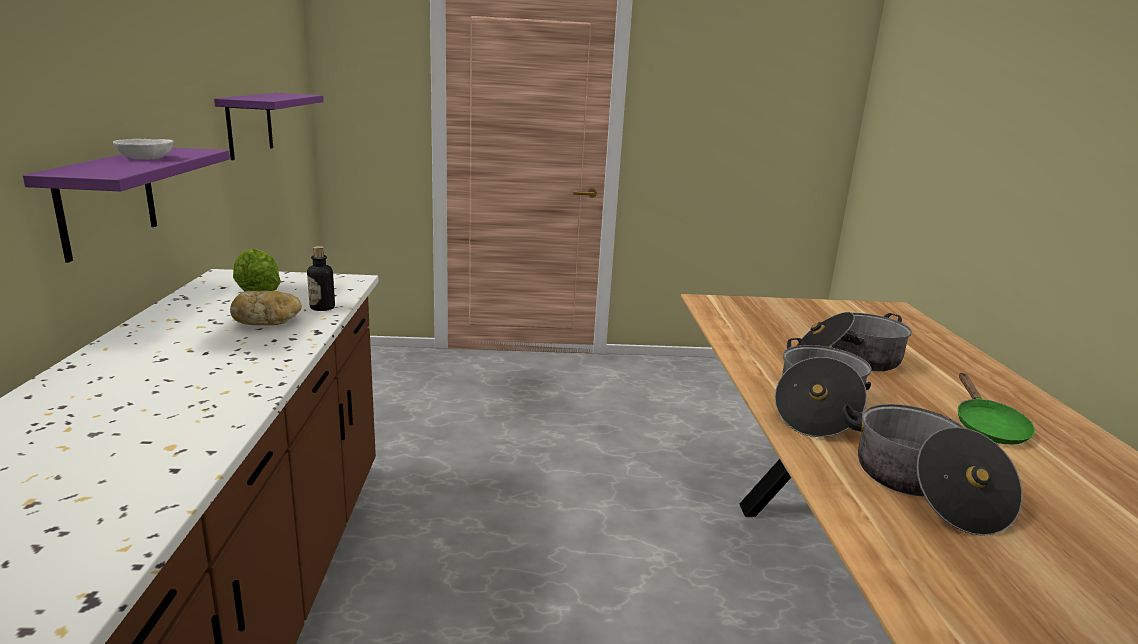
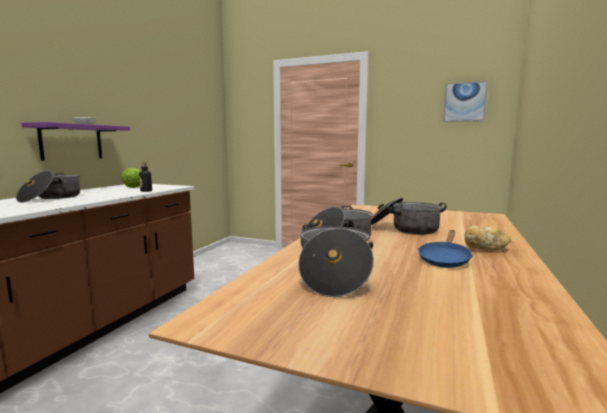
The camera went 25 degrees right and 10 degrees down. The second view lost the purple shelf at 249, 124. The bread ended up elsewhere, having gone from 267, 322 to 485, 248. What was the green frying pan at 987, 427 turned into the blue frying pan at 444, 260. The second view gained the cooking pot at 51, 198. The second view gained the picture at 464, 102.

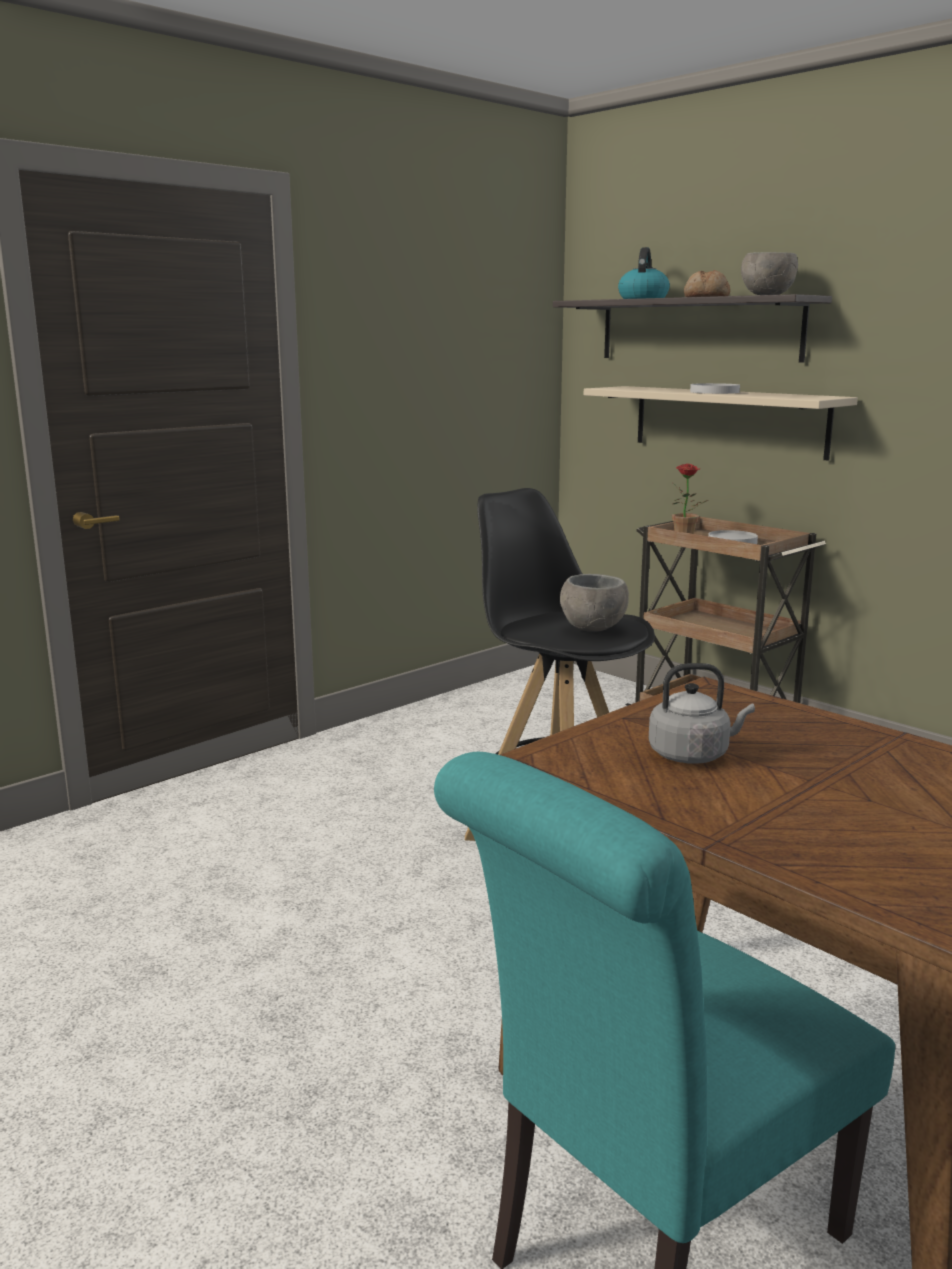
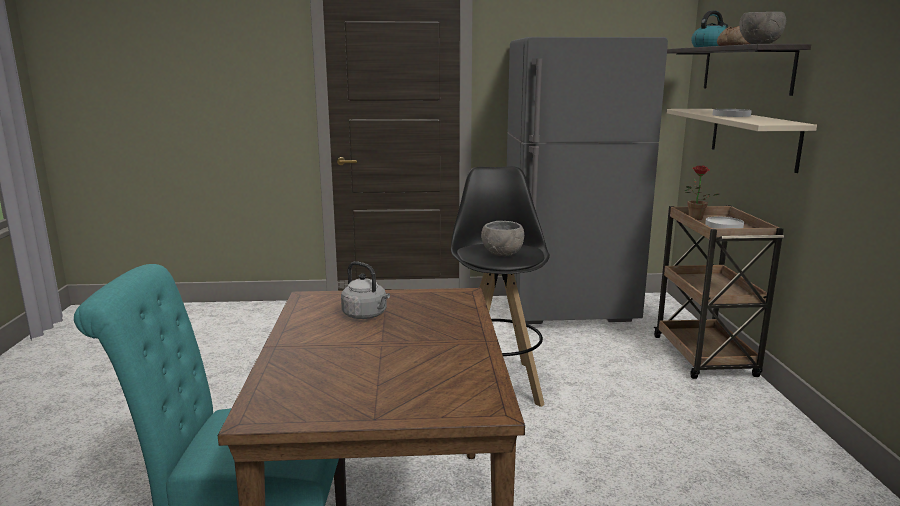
The camera went 40 degrees right and 0 degrees up. The second view gained the grey fridge at 569, 312.

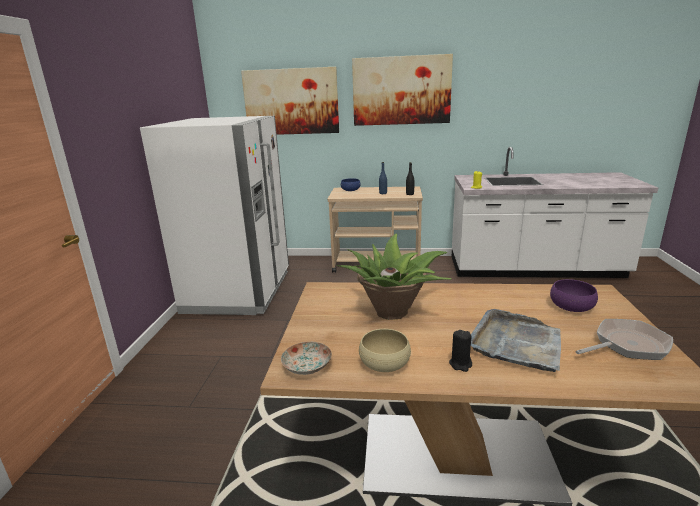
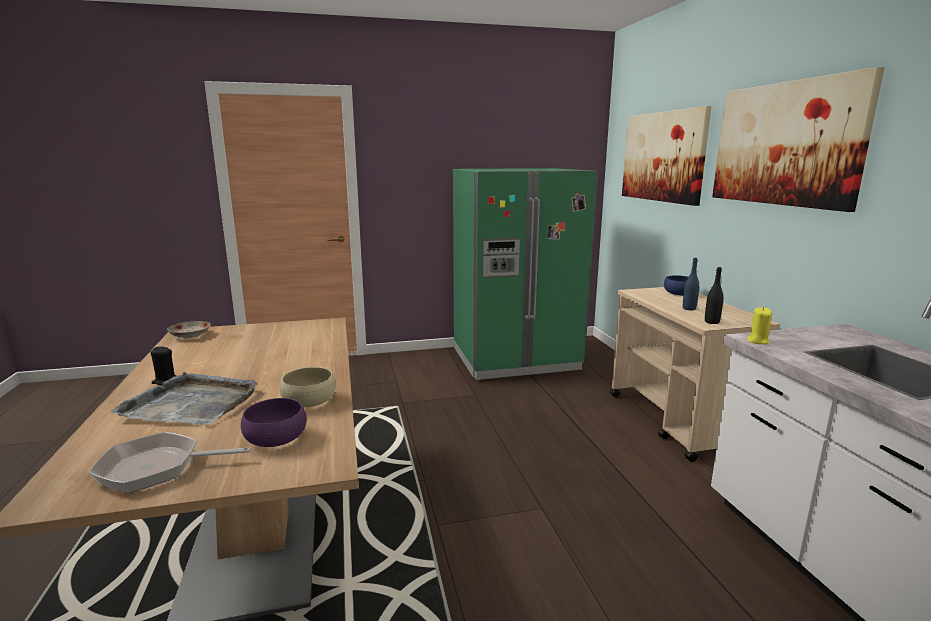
The camera went 70 degrees right and 5 degrees down. What was the white fridge at 239, 291 turned into the green fridge at 515, 359. The second view lost the potted plant at 393, 311. The beige bowl ended up elsewhere, having gone from 384, 363 to 309, 401. The frying pan at 627, 345 ended up facing another way, 120 degrees clockwise from before.

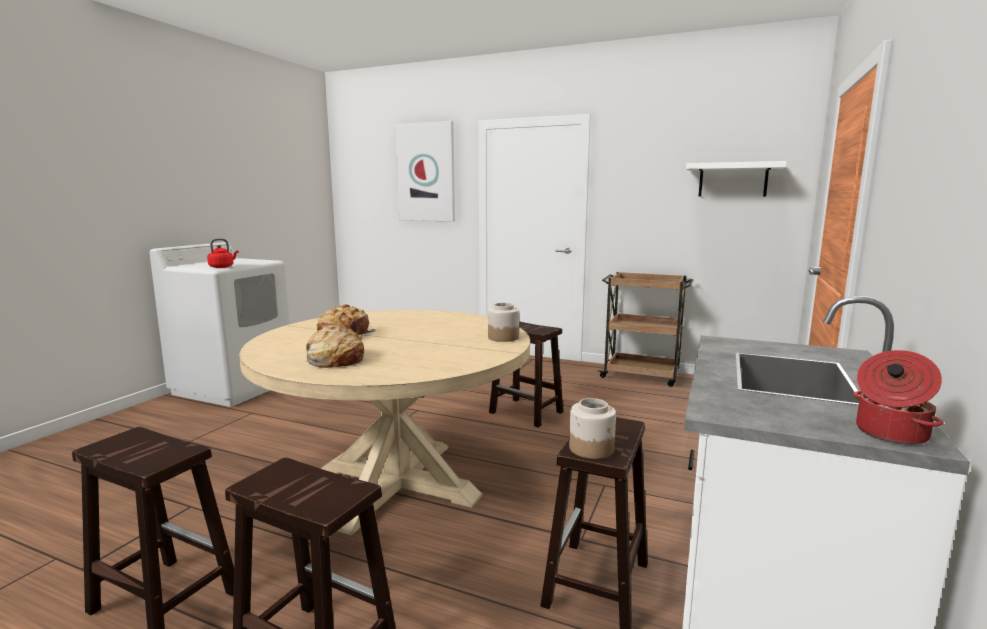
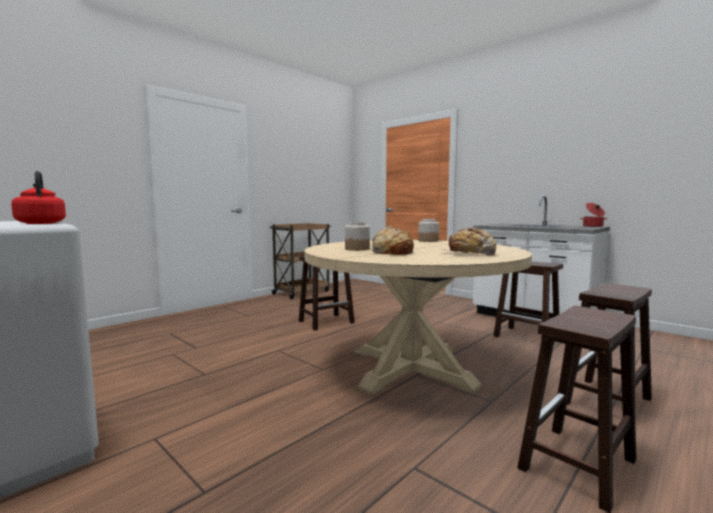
The camera went 70 degrees left and 5 degrees down. The second view lost the picture at 426, 172. The jar ended up elsewhere, having gone from 592, 449 to 357, 249. The second view lost the white shelf at 733, 180.

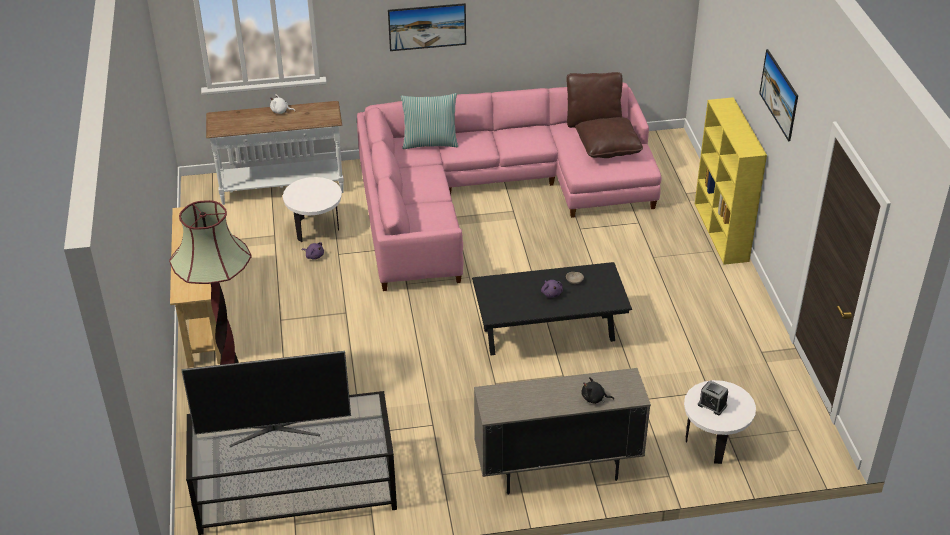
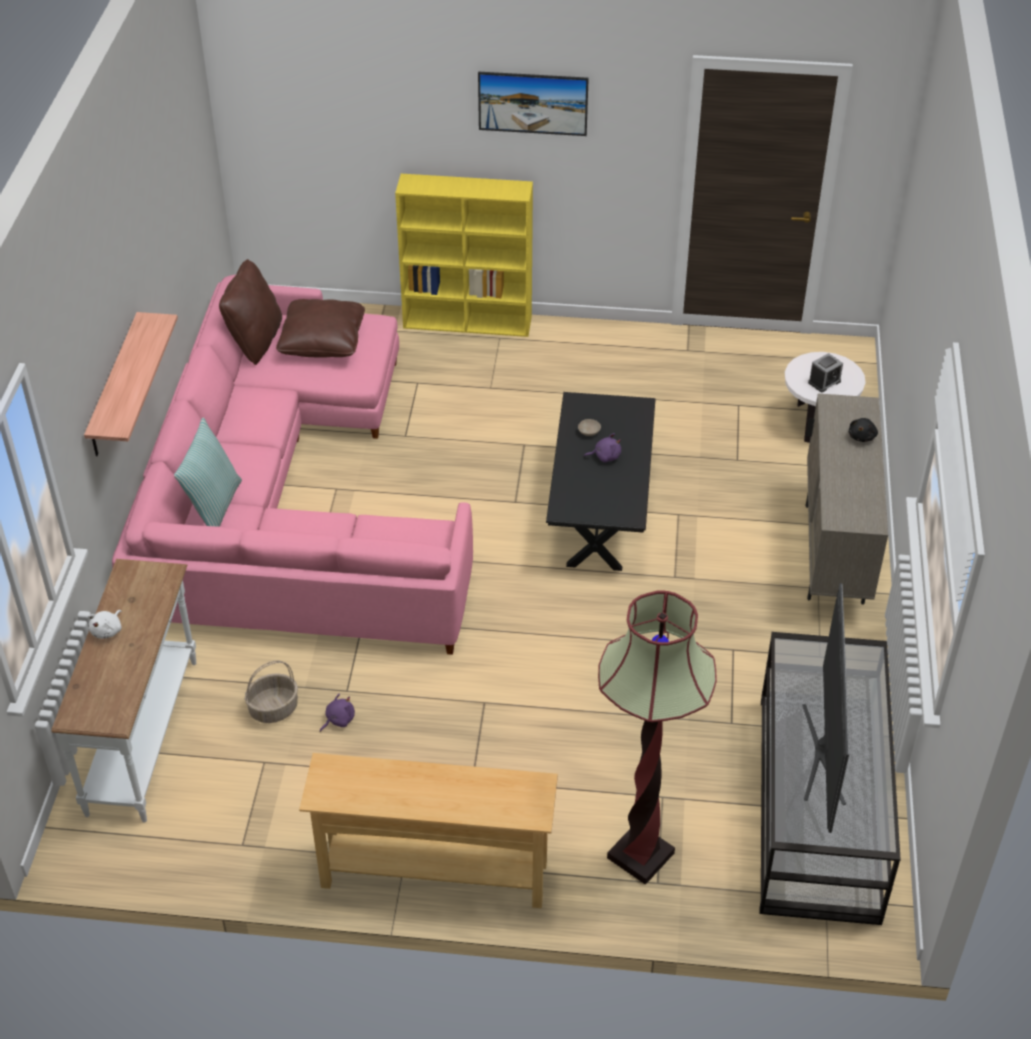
The camera went 75 degrees left and 5 degrees up. Where the white side table stood at 316, 229, the basket came to stand at 274, 708. Where the picture hung at 427, 37, the shelf came to hang at 114, 387.

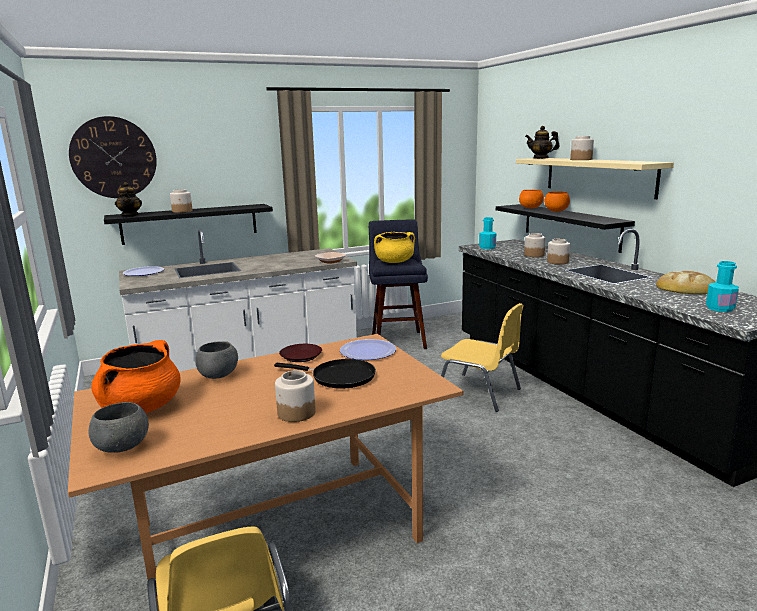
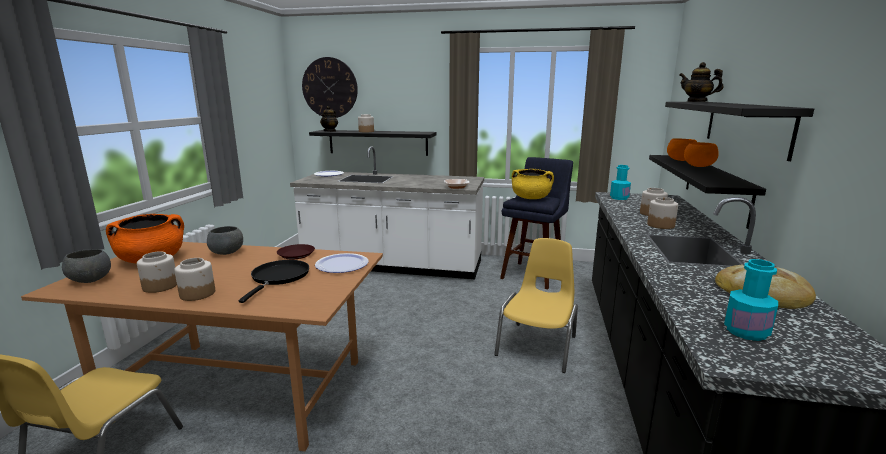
The camera went 35 degrees right and 0 degrees up. The black frying pan at 339, 377 ended up facing another way, 135 degrees counterclockwise from before. The yellow chair at 479, 393 ended up facing another way, 135 degrees counterclockwise from before. What was the beige shelf at 598, 176 turned into the black shelf at 745, 126. The jar ended up elsewhere, having gone from 581, 159 to 160, 286.

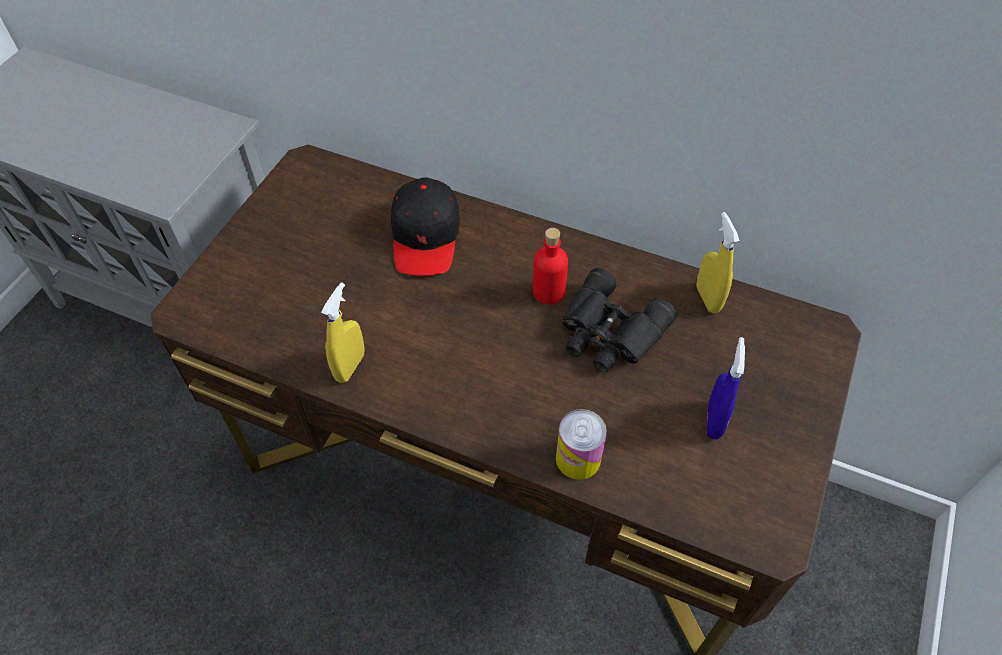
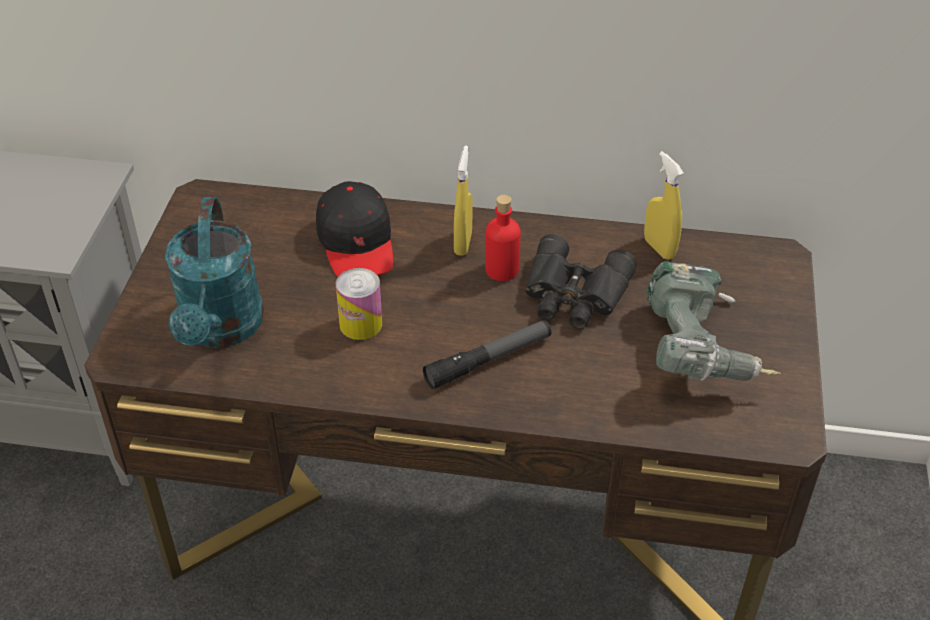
The camera went 15 degrees left and 10 degrees down. The yellow spray bottle ended up elsewhere, having gone from 350, 367 to 463, 243. The can ended up elsewhere, having gone from 578, 459 to 361, 324. Where the blue spray bottle stood at 714, 421, the power drill came to stand at 701, 349. The second view gained the turquoise watering can at 220, 330. The second view gained the flashlight at 488, 360.

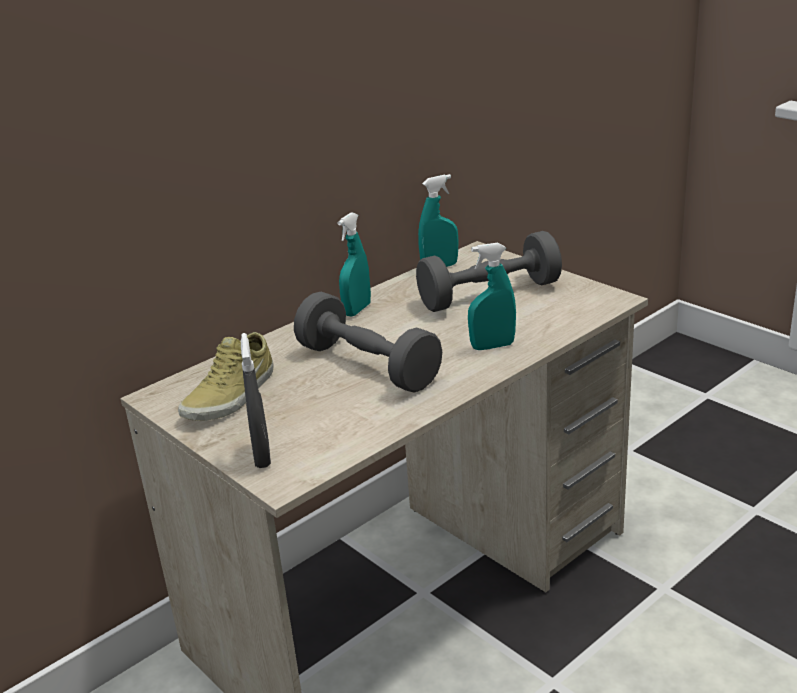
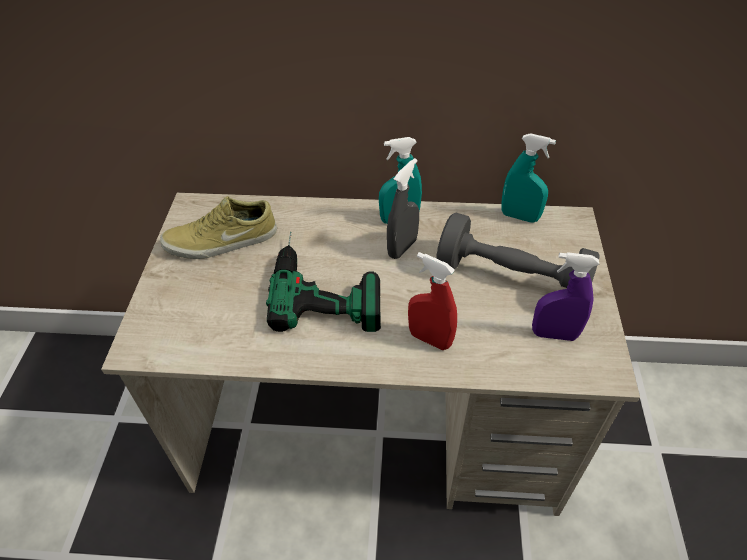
The camera went 45 degrees right and 20 degrees up. The grey spray bottle ended up elsewhere, having gone from 262, 456 to 402, 248. Where the grey dumbbell stood at 368, 366, the power drill came to stand at 325, 283. What was the turquoise spray bottle at 492, 346 turned into the red spray bottle at 430, 339. The second view gained the purple spray bottle at 554, 334.

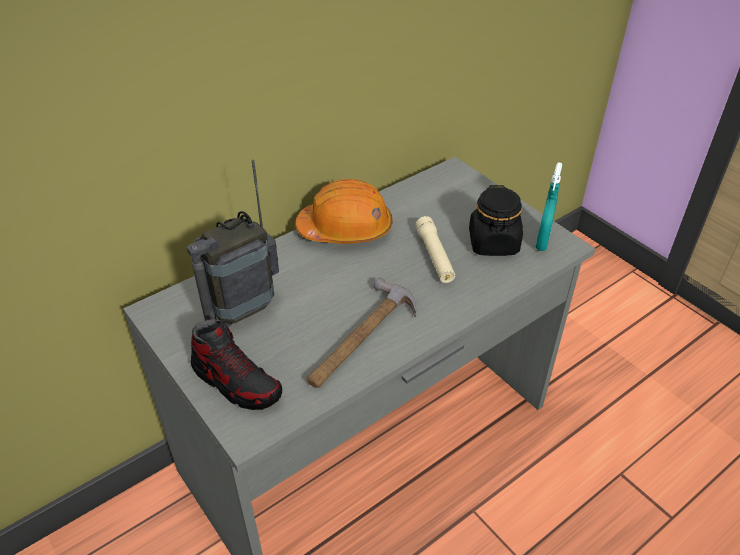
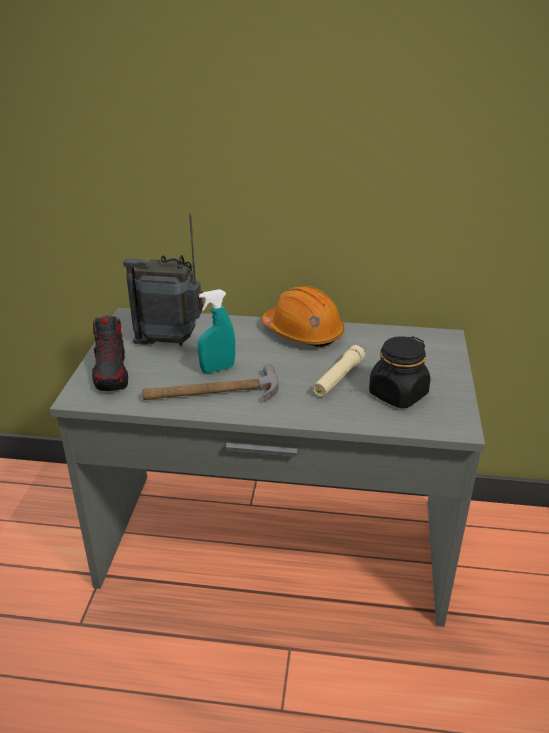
The camera went 45 degrees right and 10 degrees down. The turquoise spray bottle ended up elsewhere, having gone from 542, 242 to 217, 369.

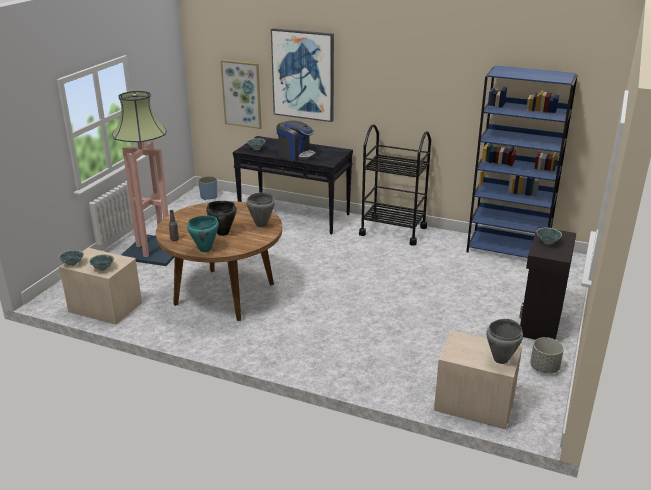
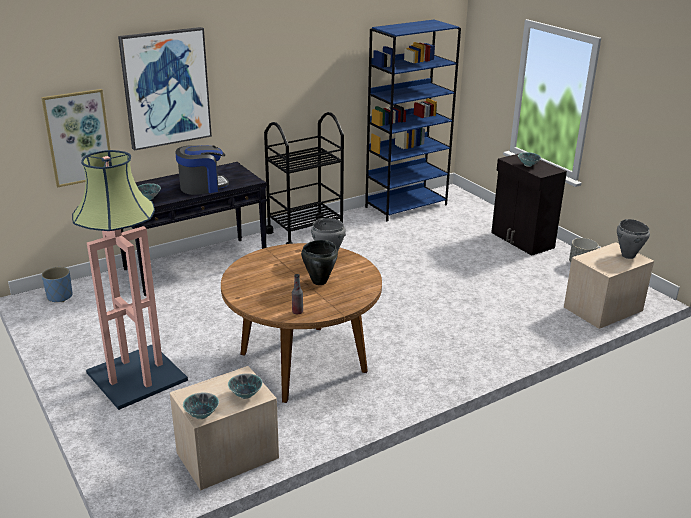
The camera went 55 degrees left and 0 degrees up. The second view lost the turquoise cooking pot at 205, 249.

